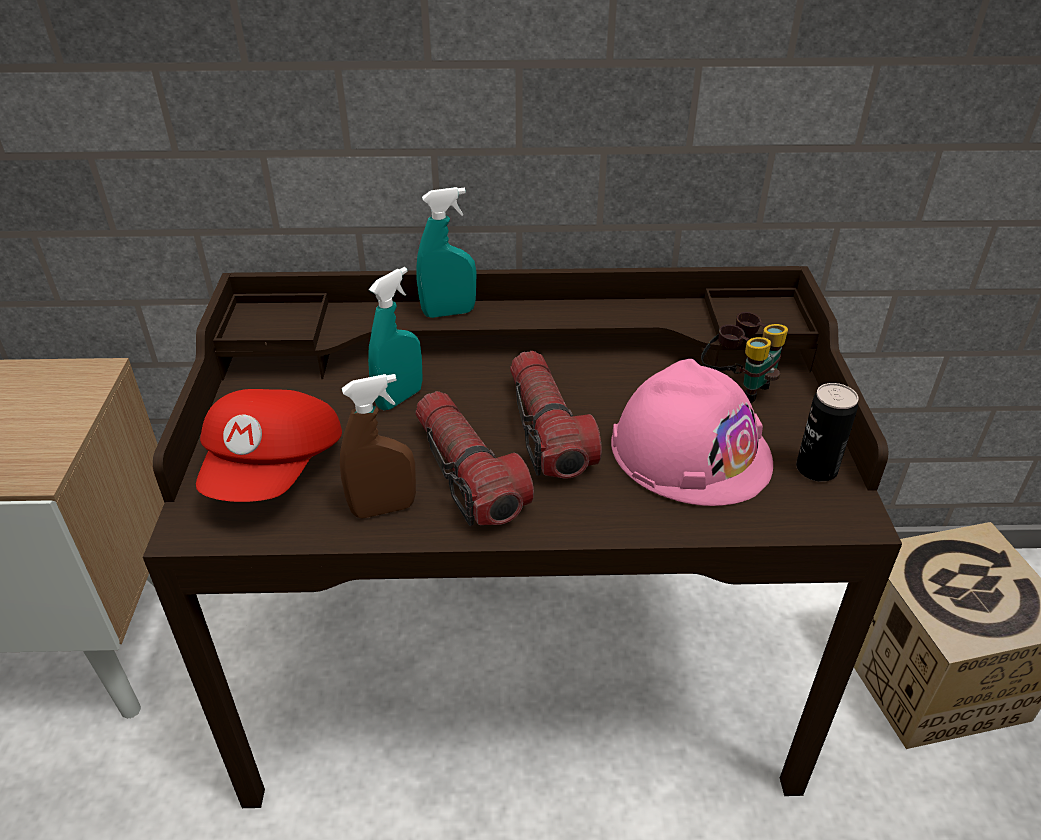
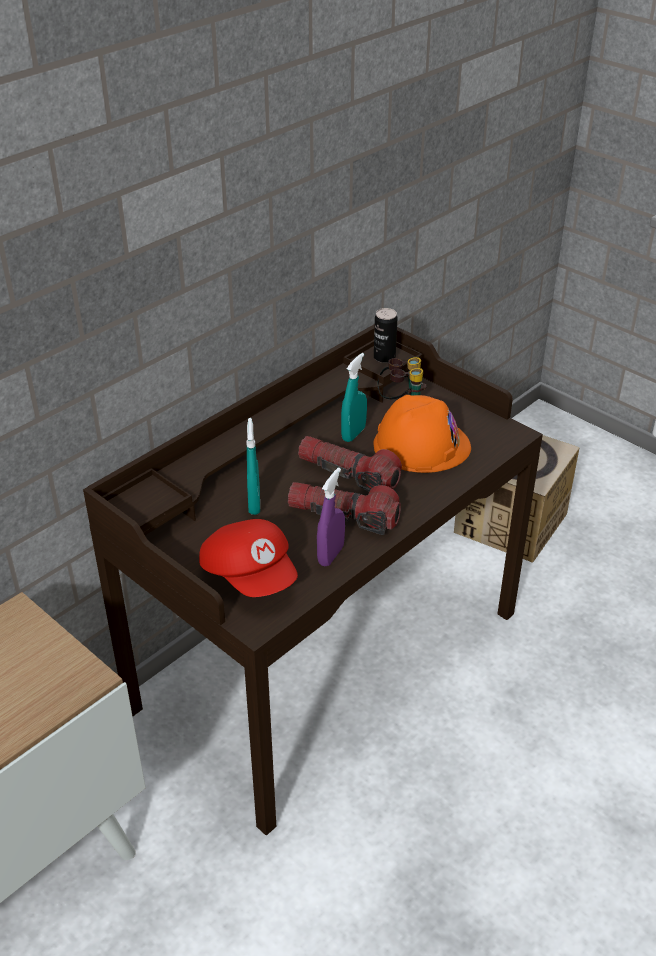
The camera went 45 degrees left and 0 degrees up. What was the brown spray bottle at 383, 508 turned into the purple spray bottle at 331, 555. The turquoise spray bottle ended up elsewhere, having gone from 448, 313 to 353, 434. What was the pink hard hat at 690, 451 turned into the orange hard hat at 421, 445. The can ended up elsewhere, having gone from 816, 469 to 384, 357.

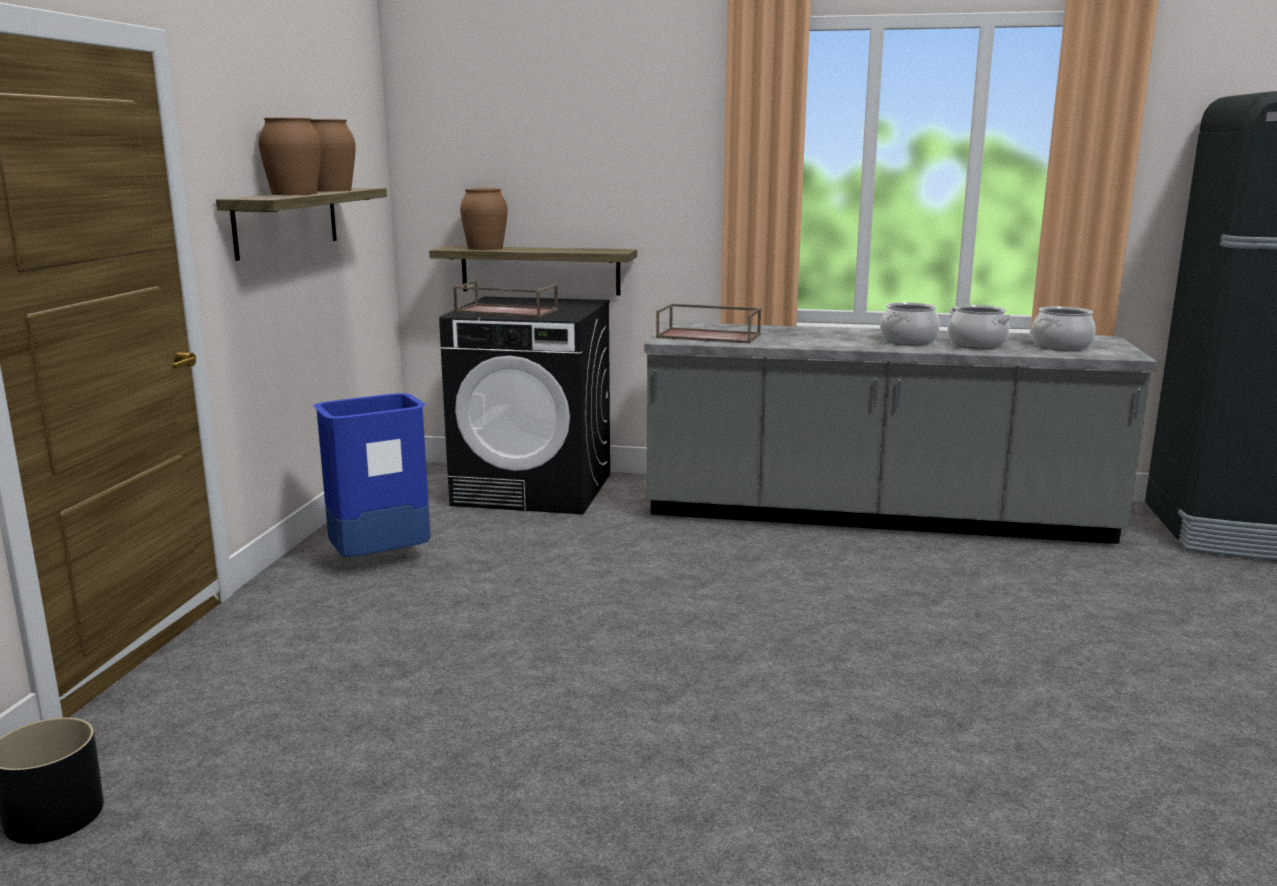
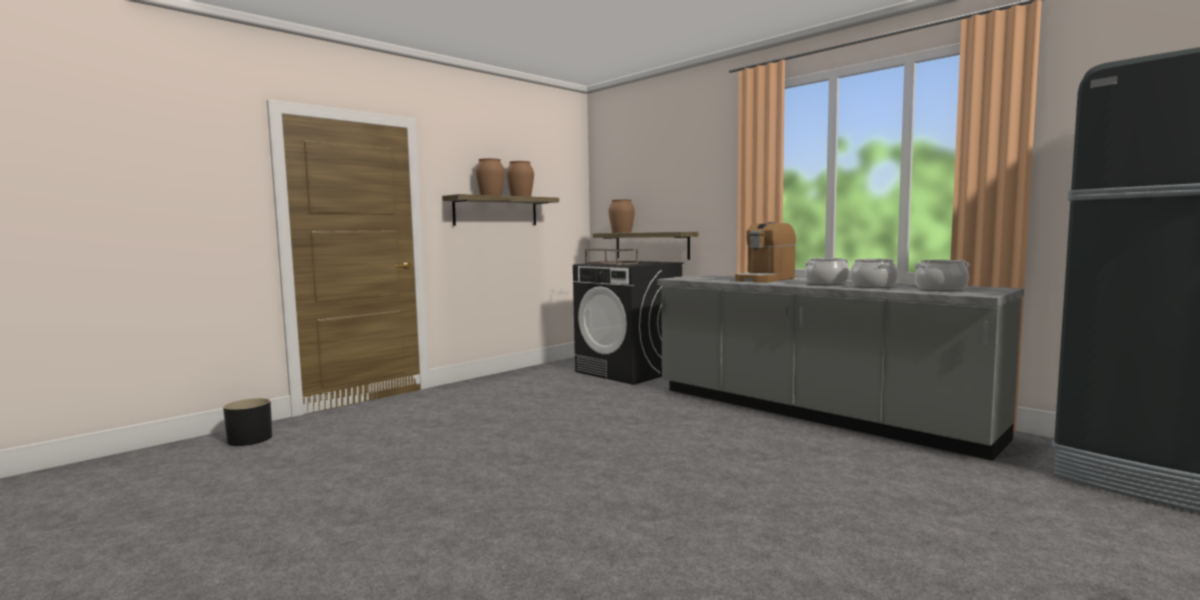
The camera went 35 degrees right and 10 degrees down. The second view lost the blue trash can at 381, 559. The second view lost the brown tray at 709, 336. The second view gained the coffee machine at 765, 279.

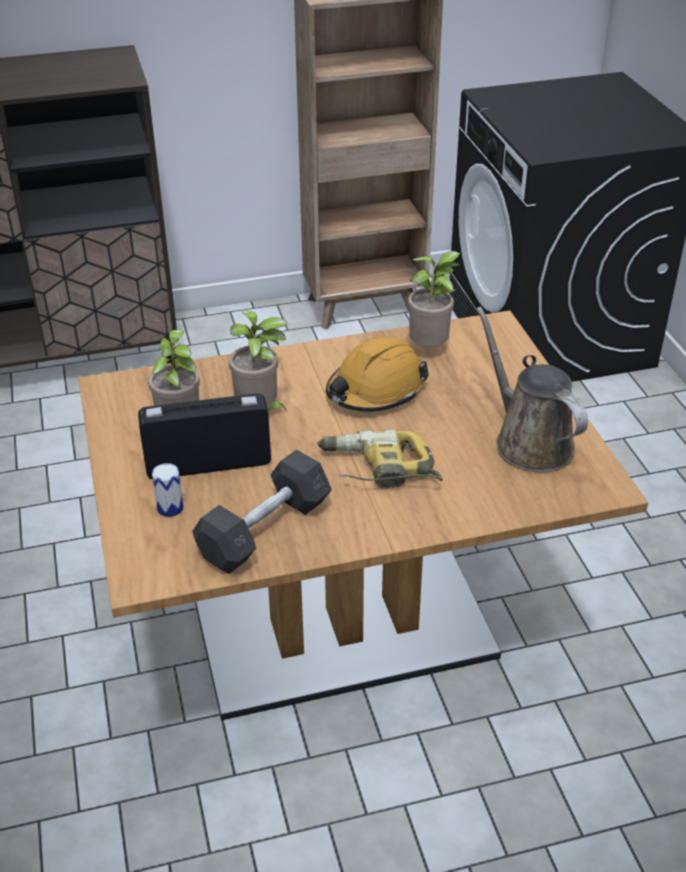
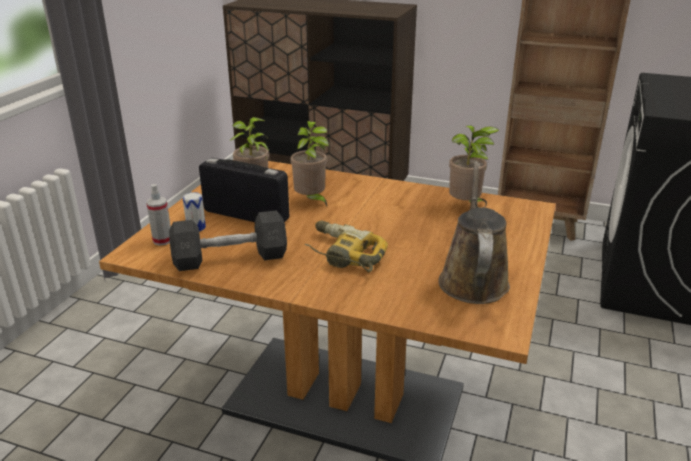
The camera went 35 degrees right and 10 degrees down. The second view lost the orange hard hat at 375, 390. The second view gained the spray bottle at 162, 240.

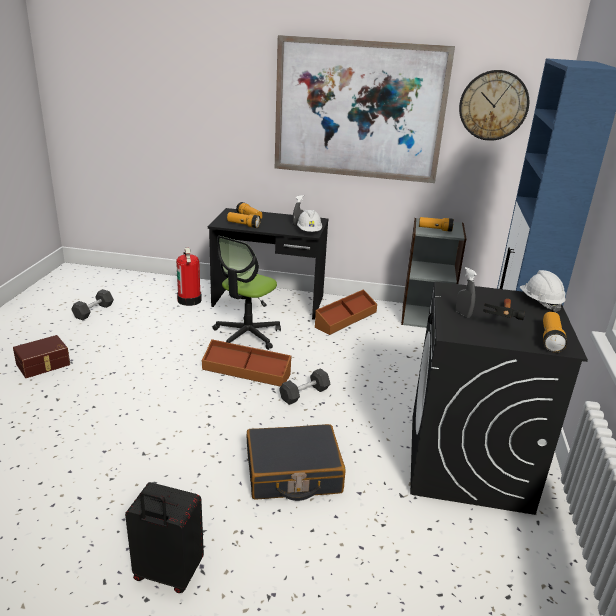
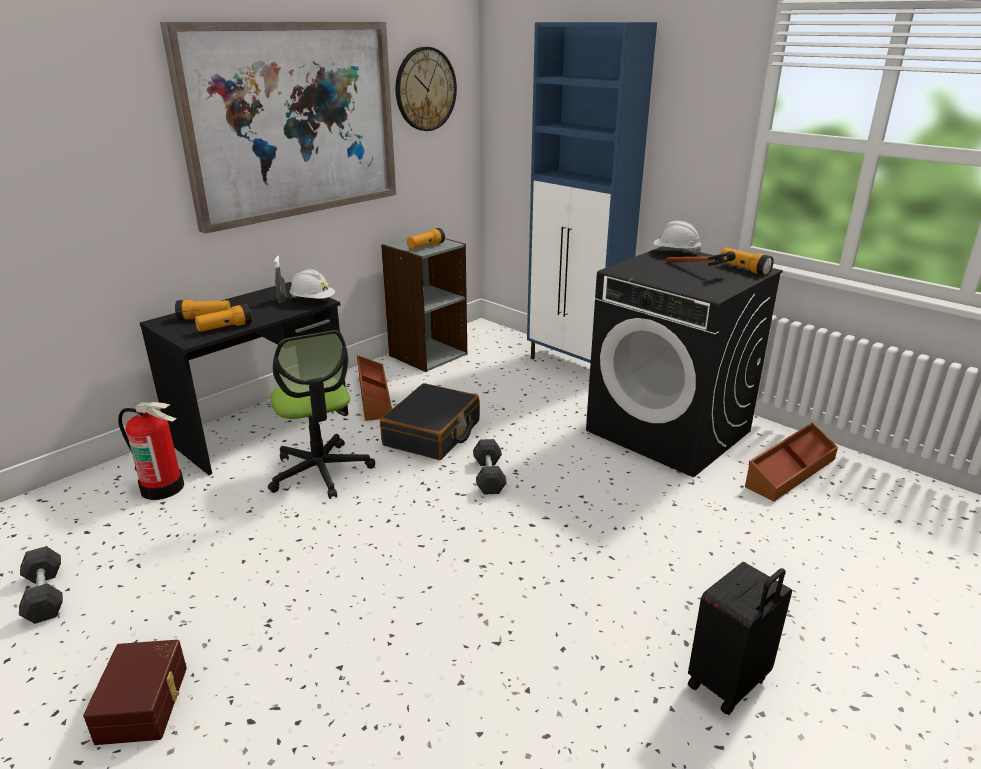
The camera went 55 degrees left and 0 degrees up. The brown storage box ended up elsewhere, having gone from 246, 371 to 789, 472. The black suitcase ended up elsewhere, having gone from 293, 473 to 432, 434. The second view lost the grey spray bottle at 463, 314.

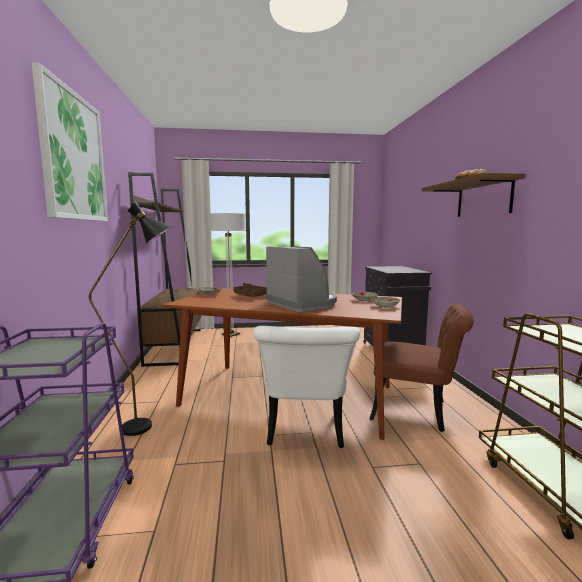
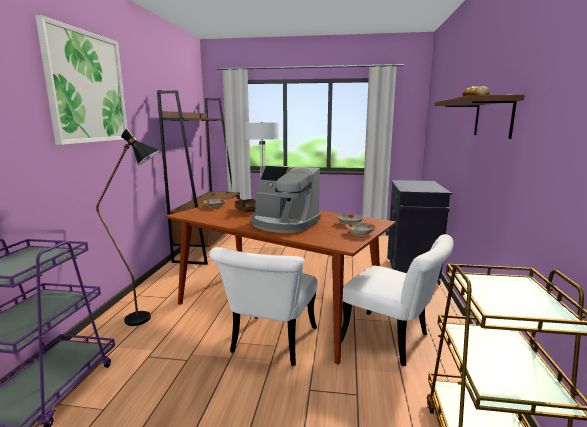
The camera went 15 degrees right and 5 degrees up. The coffee machine at 302, 304 ended up facing another way, 135 degrees clockwise from before. What was the brown chair at 418, 412 turned into the white chair at 393, 341.

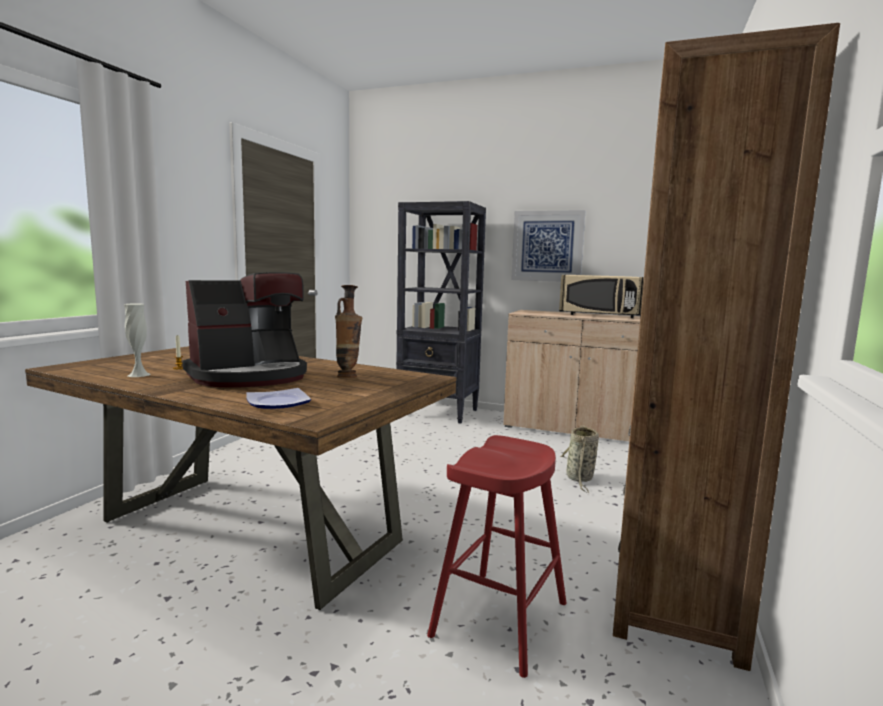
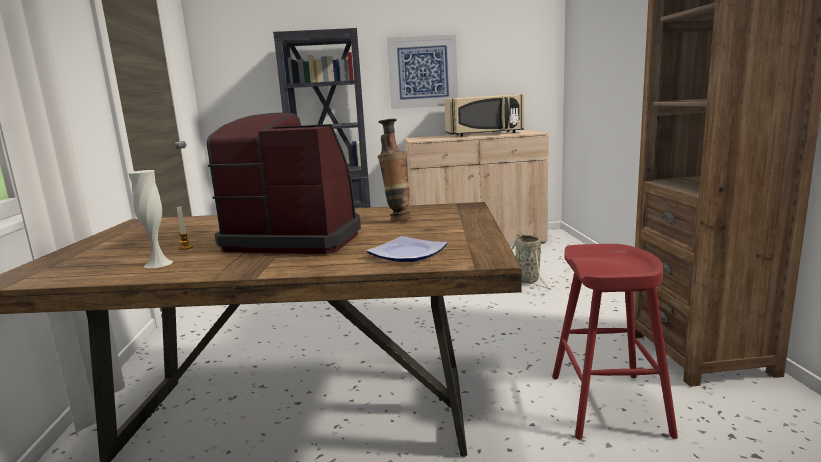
The camera went 25 degrees left and 5 degrees up. The coffee machine at 249, 376 ended up facing another way, 105 degrees counterclockwise from before.

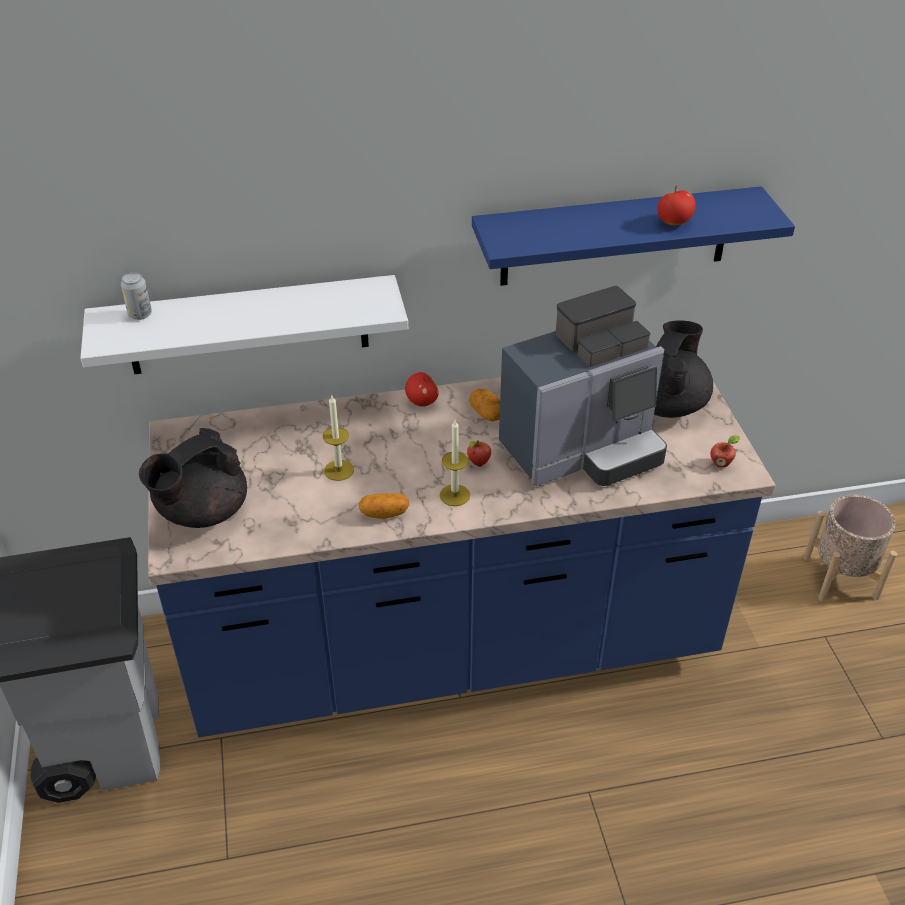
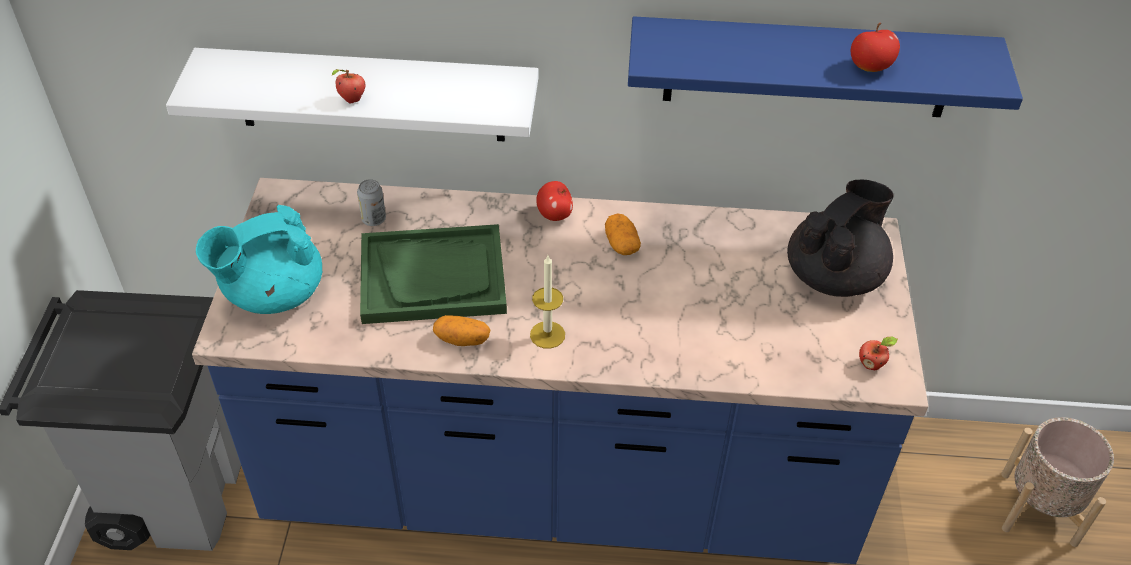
The camera went 15 degrees right and 5 degrees up. The can ended up elsewhere, having gone from 140, 314 to 374, 219. What was the black teapot at 201, 512 turned into the turquoise teapot at 272, 294. Where the candle stood at 339, 470, the green tray came to stand at 433, 277. The apple ended up elsewhere, having gone from 478, 463 to 351, 100. The second view lost the coffee machine at 583, 450.

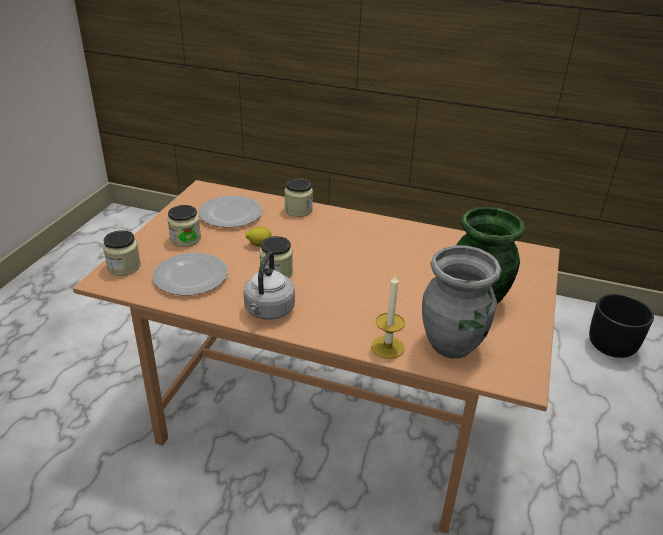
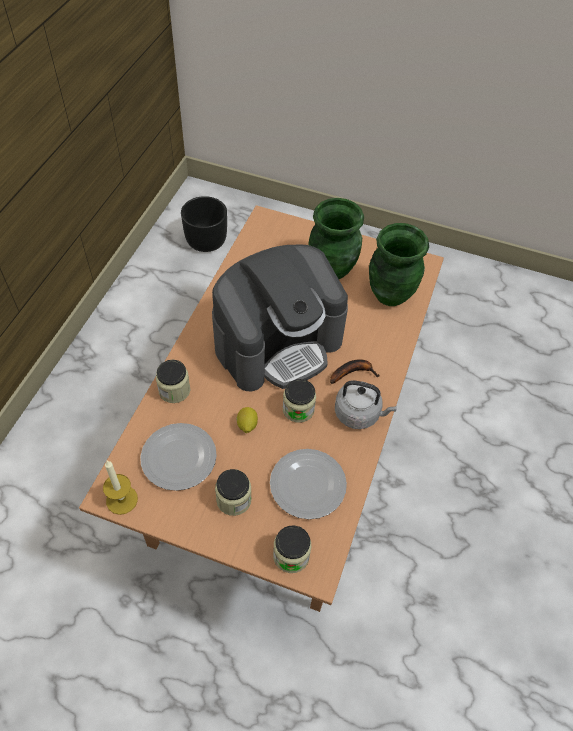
The camera went 90 degrees left and 20 degrees up. The candle ended up elsewhere, having gone from 387, 347 to 122, 499. What was the grey vase at 452, 345 turned into the green vase at 390, 294. The second view gained the coffee machine at 278, 343. The second view gained the banana at 353, 372.

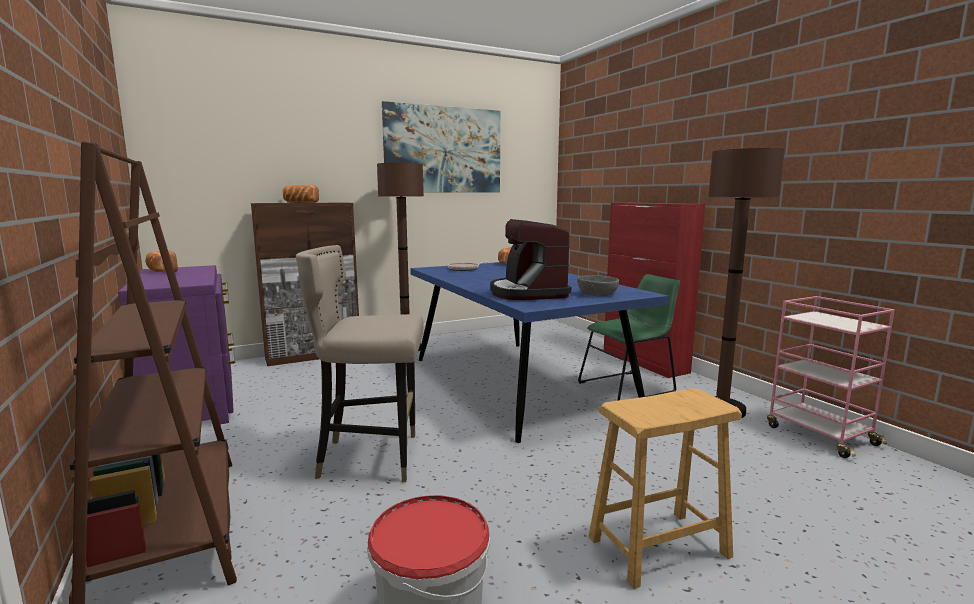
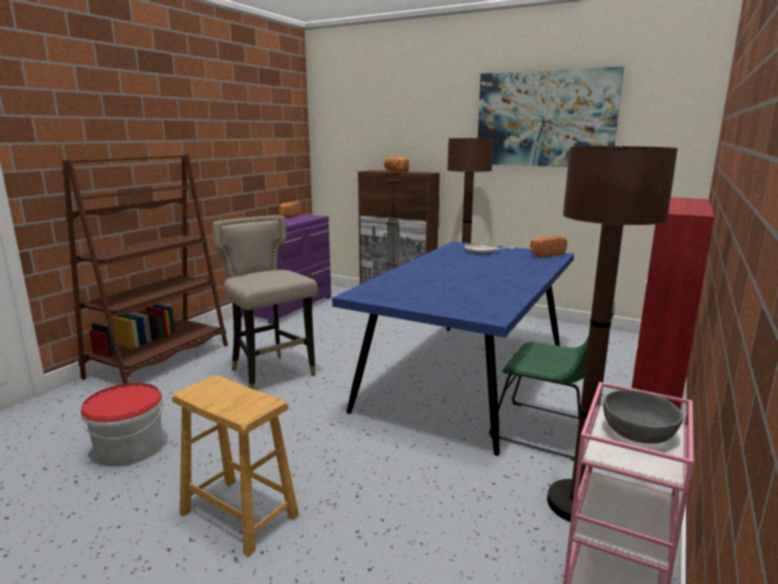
The camera went 55 degrees right and 5 degrees up. The second view lost the coffee machine at 528, 293. The grey bowl ended up elsewhere, having gone from 597, 294 to 638, 432.

